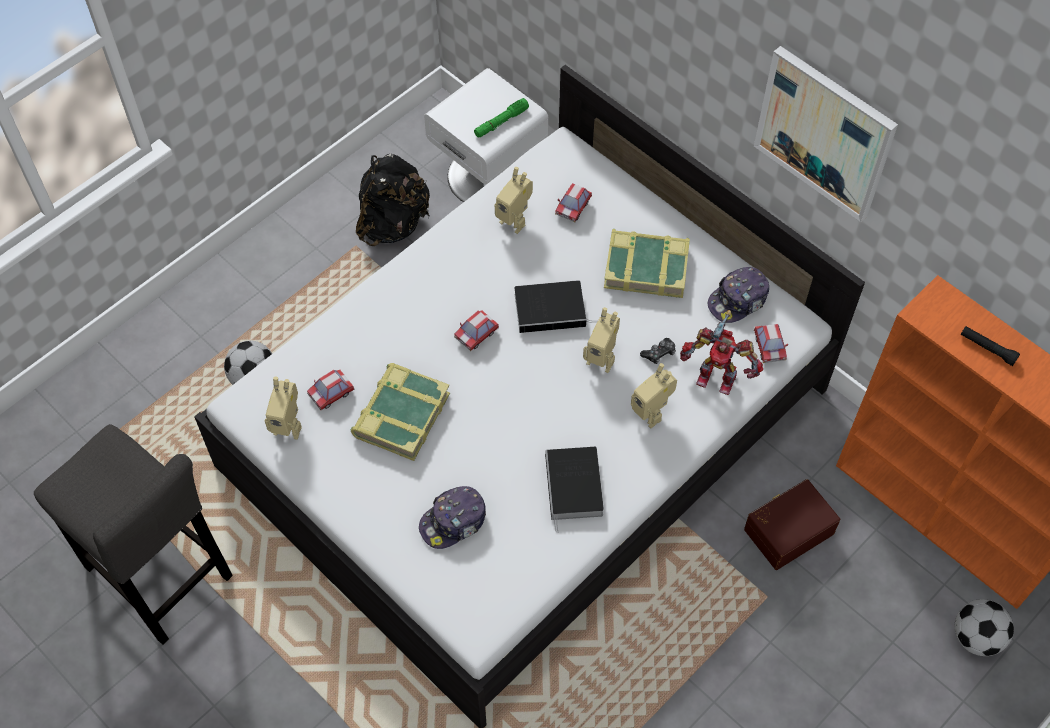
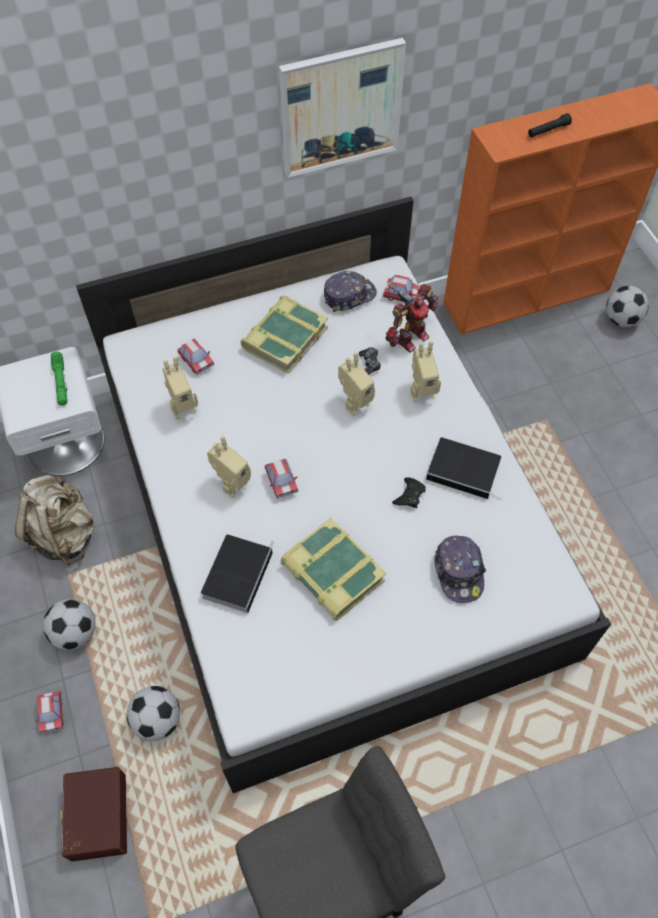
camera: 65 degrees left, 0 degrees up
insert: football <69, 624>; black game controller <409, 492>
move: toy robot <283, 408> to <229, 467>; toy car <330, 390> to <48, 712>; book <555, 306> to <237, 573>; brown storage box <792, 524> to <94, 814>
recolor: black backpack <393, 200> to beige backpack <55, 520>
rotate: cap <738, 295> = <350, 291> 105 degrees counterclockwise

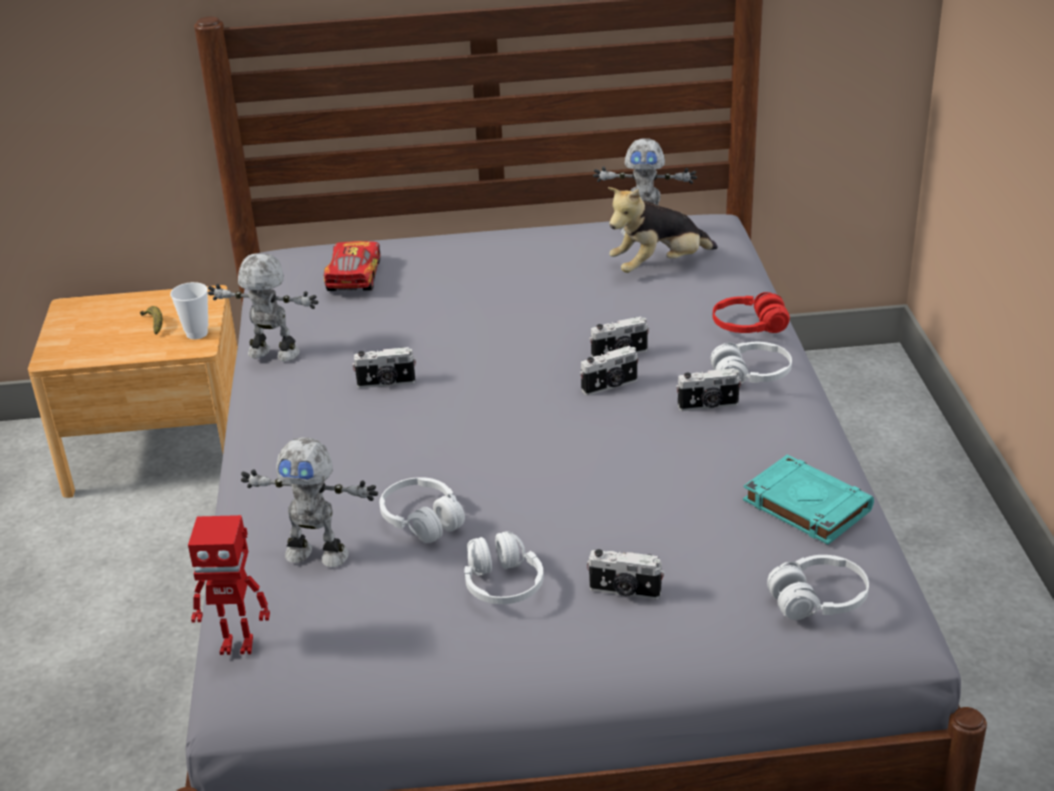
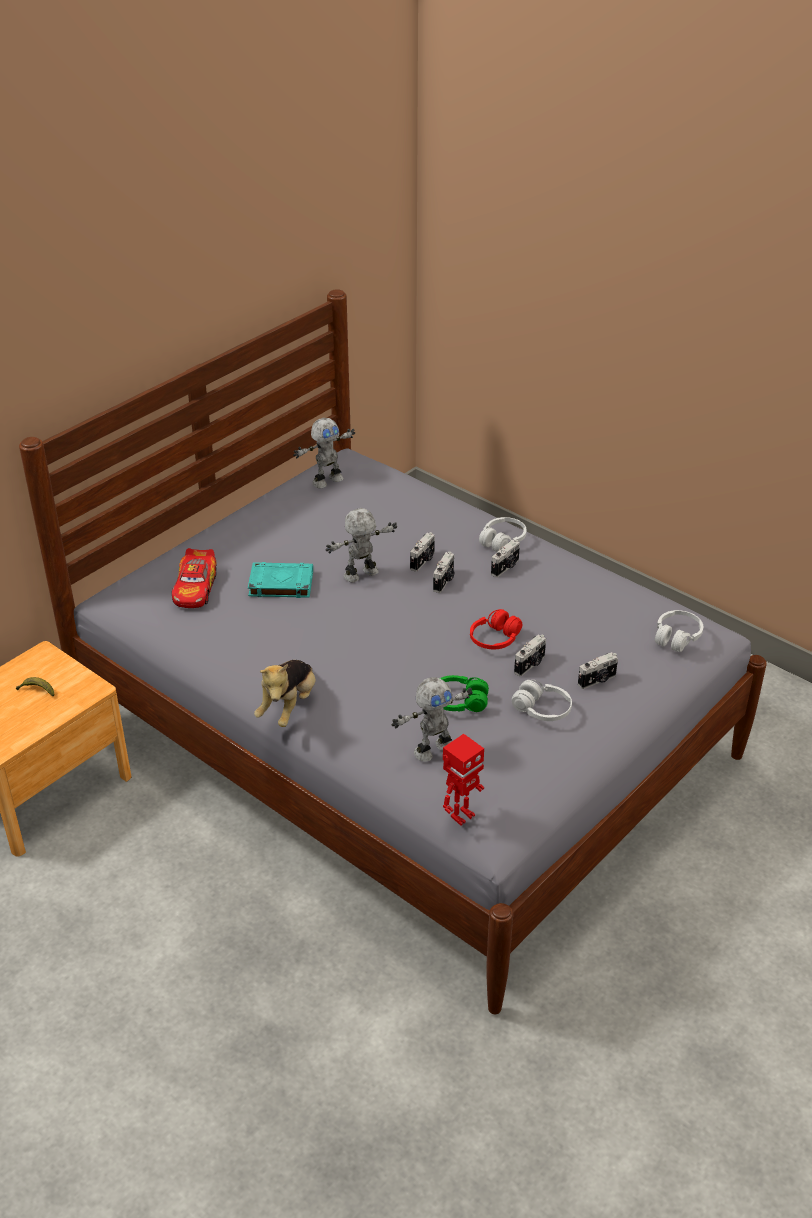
camera: 45 degrees left, 5 degrees up
delete: cup <189, 310>
move: toy robot <263, 307> to <361, 545>; photo camera <384, 367> to <530, 655>; plush toy <663, 230> to <285, 693>; red headphones <751, 312> to <496, 629>; turquoise book <808, 500> to <280, 580>
recolor: white headphones <422, 510> to green headphones <464, 693>
rotate: toy car <352, 266> = <194, 578> 135 degrees counterclockwise

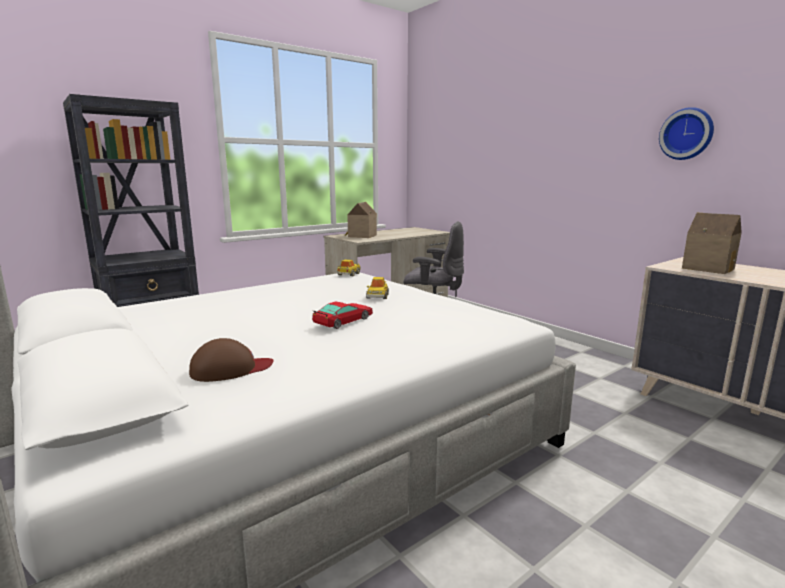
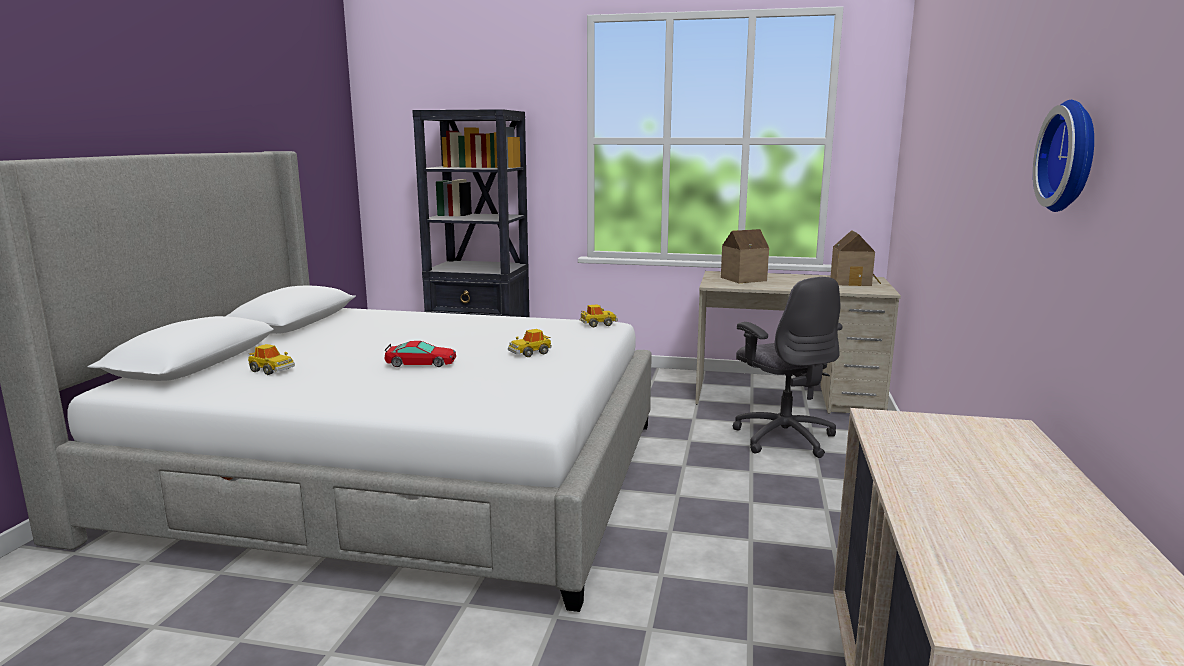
camera: 50 degrees right, 0 degrees up
move: toy house <712, 243> to <855, 258>
replace: brown cap <231, 360> to toy car <271, 359>

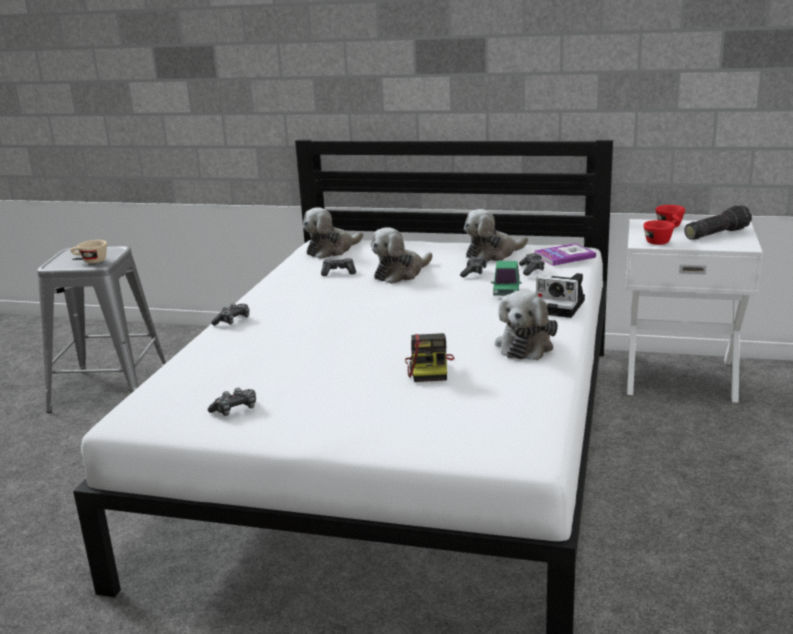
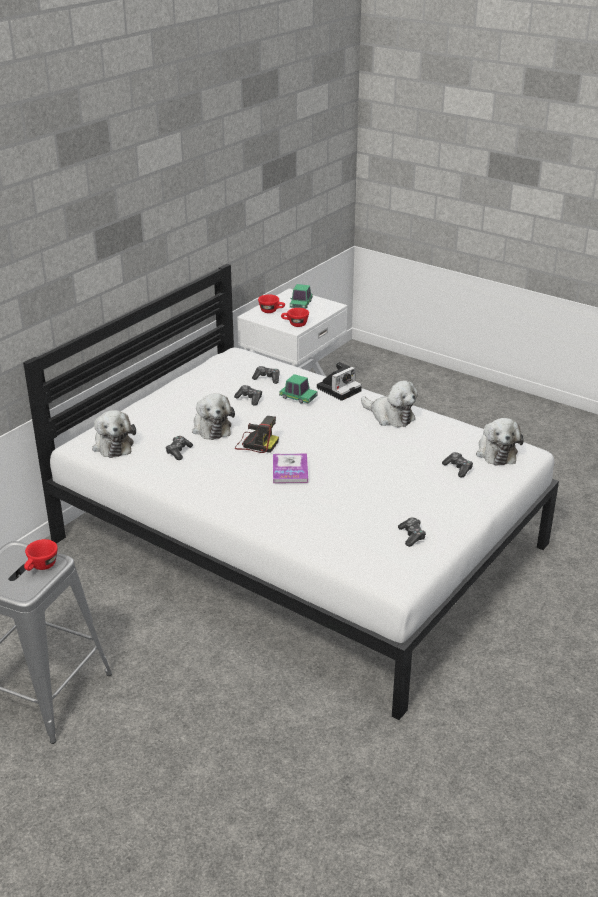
camera: 70 degrees left, 10 degrees up
move: game controller <230, 314> to <457, 464>; photo camera <430, 357> to <257, 434>; plush toy <496, 235> to <500, 442>; book <565, 254> to <290, 468>
replace: flashlight <718, 222> to toy car <301, 296>
recolor: beige cup <89, 251> to red cup <41, 555>

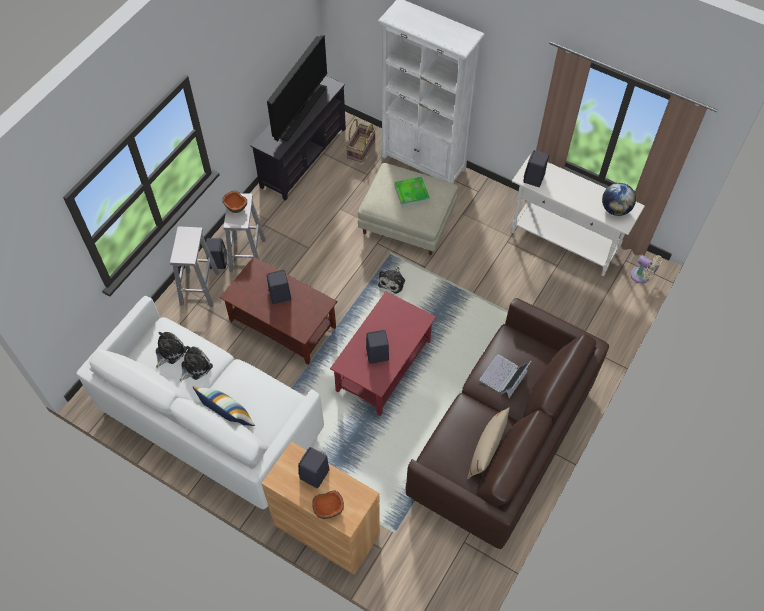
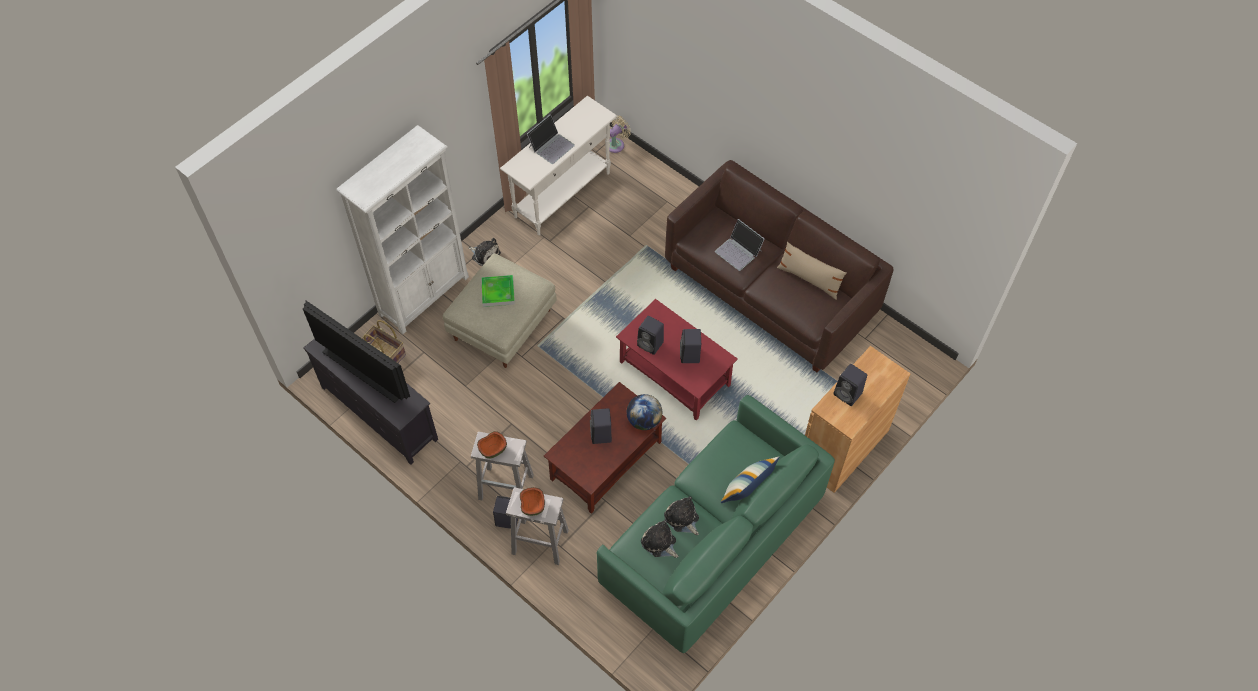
camera: 80 degrees left, 0 degrees up
insert: laptop <551, 139>
move: bowl <328, 504> to <532, 501>; plush toy <391, 280> to <484, 252>; black speaker <536, 168> to <650, 335>; globe <619, 199> to <644, 412>
recolor: white sofa <200, 402> to green sofa <716, 524>

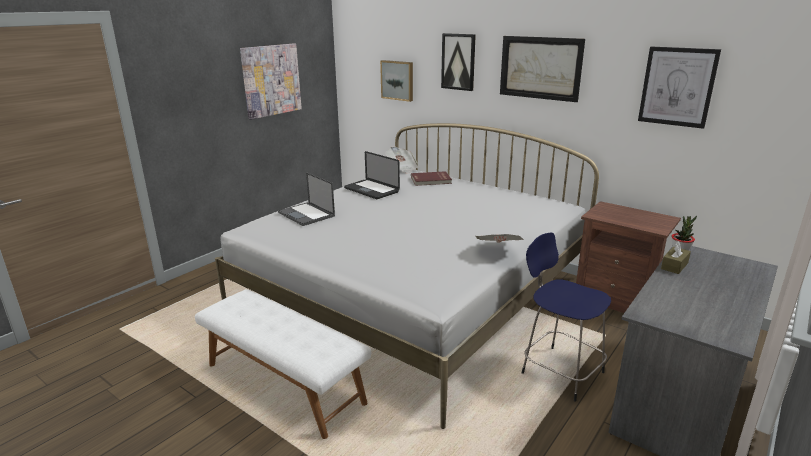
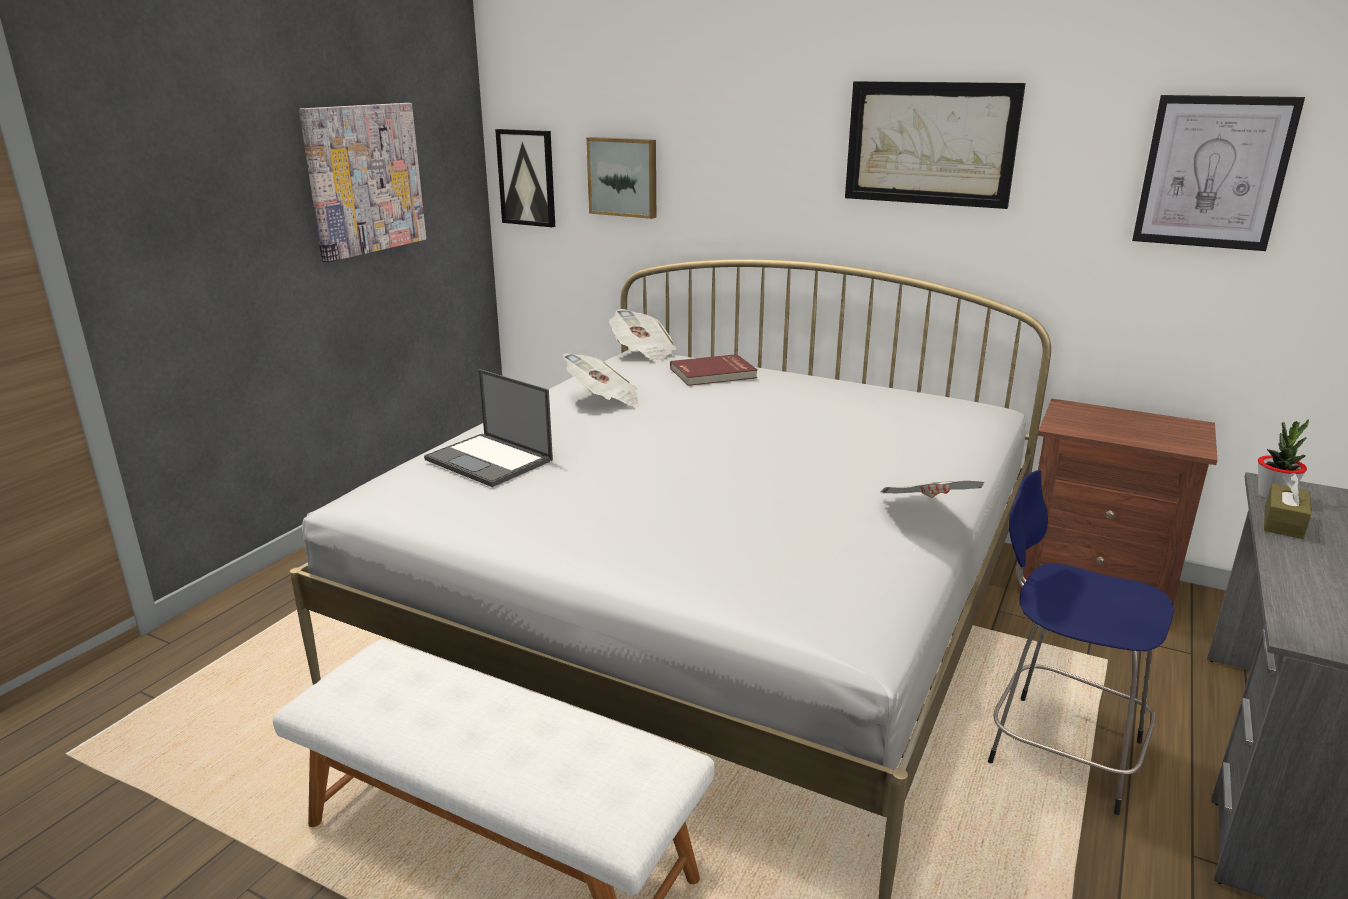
camera: 10 degrees left, 0 degrees up
move: picture <458, 62> to <525, 178>
replace: laptop <372, 175> to newspaper <601, 379>

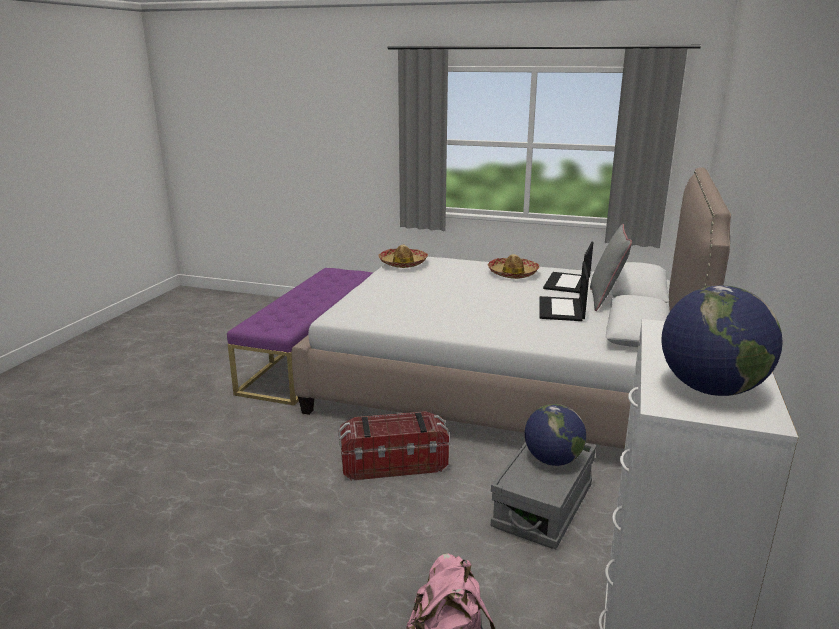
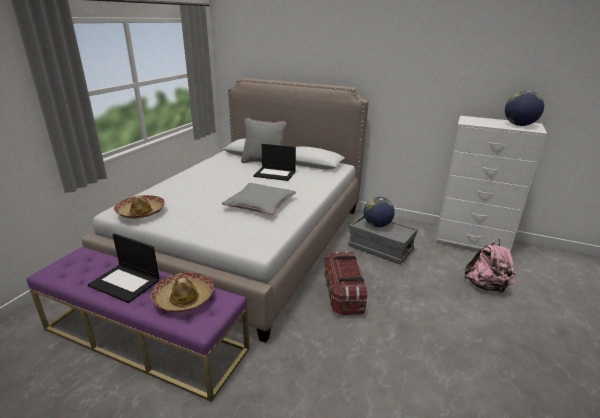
camera: 85 degrees left, 5 degrees up
insert: grey pillow <259, 199>
move: hat <513, 266> to <182, 292>; laptop <568, 267> to <123, 268>

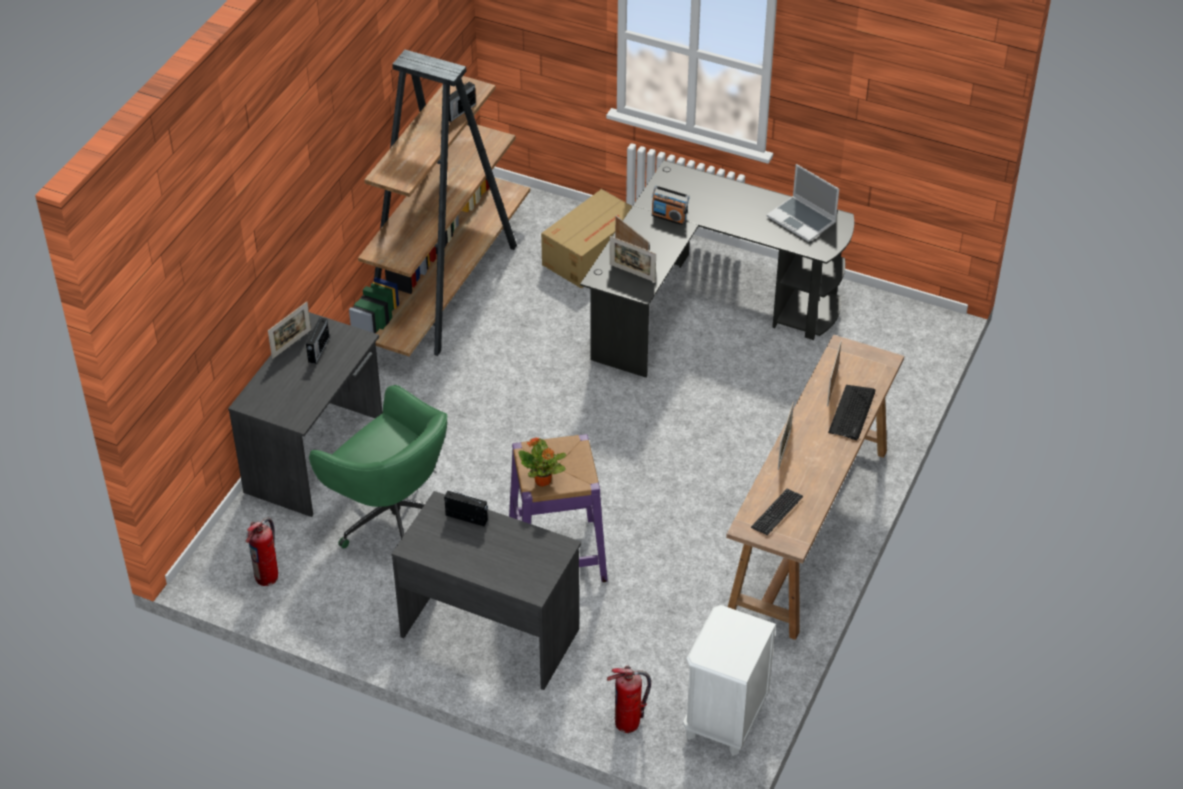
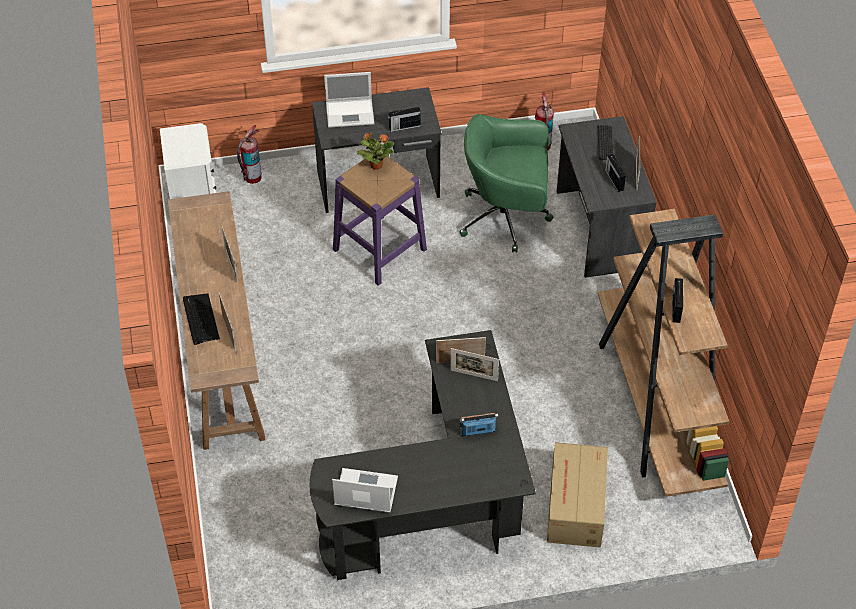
camera: 145 degrees right, 5 degrees up
insert: laptop <349, 100>
move: keyboard <777, 512> to <605, 142>

